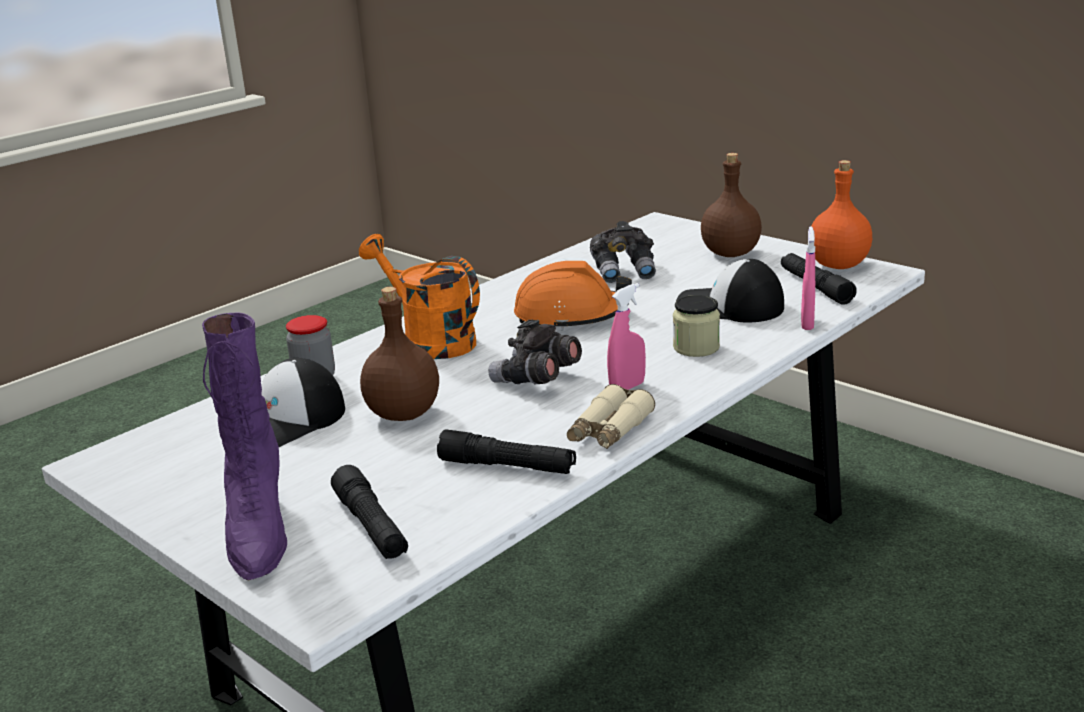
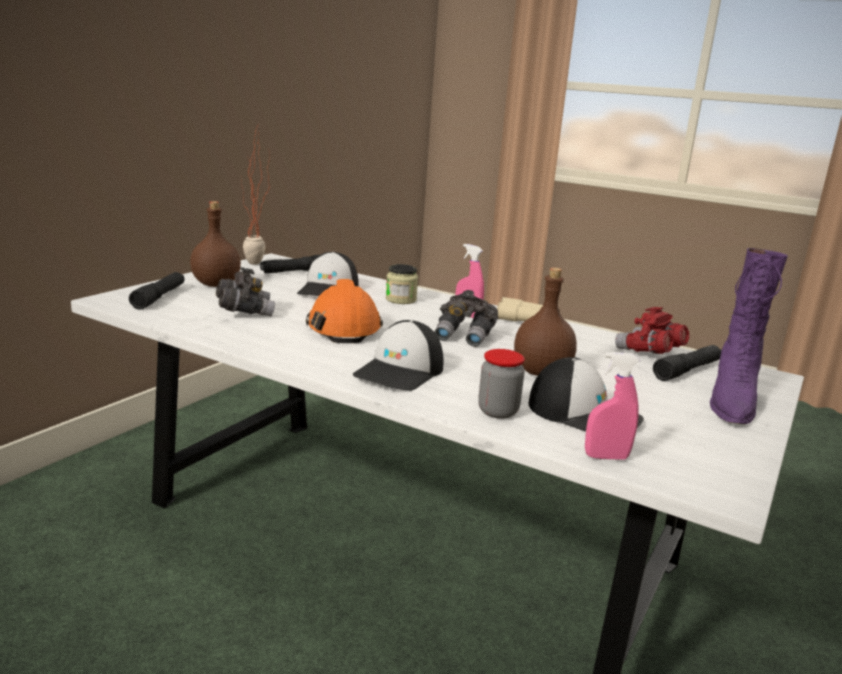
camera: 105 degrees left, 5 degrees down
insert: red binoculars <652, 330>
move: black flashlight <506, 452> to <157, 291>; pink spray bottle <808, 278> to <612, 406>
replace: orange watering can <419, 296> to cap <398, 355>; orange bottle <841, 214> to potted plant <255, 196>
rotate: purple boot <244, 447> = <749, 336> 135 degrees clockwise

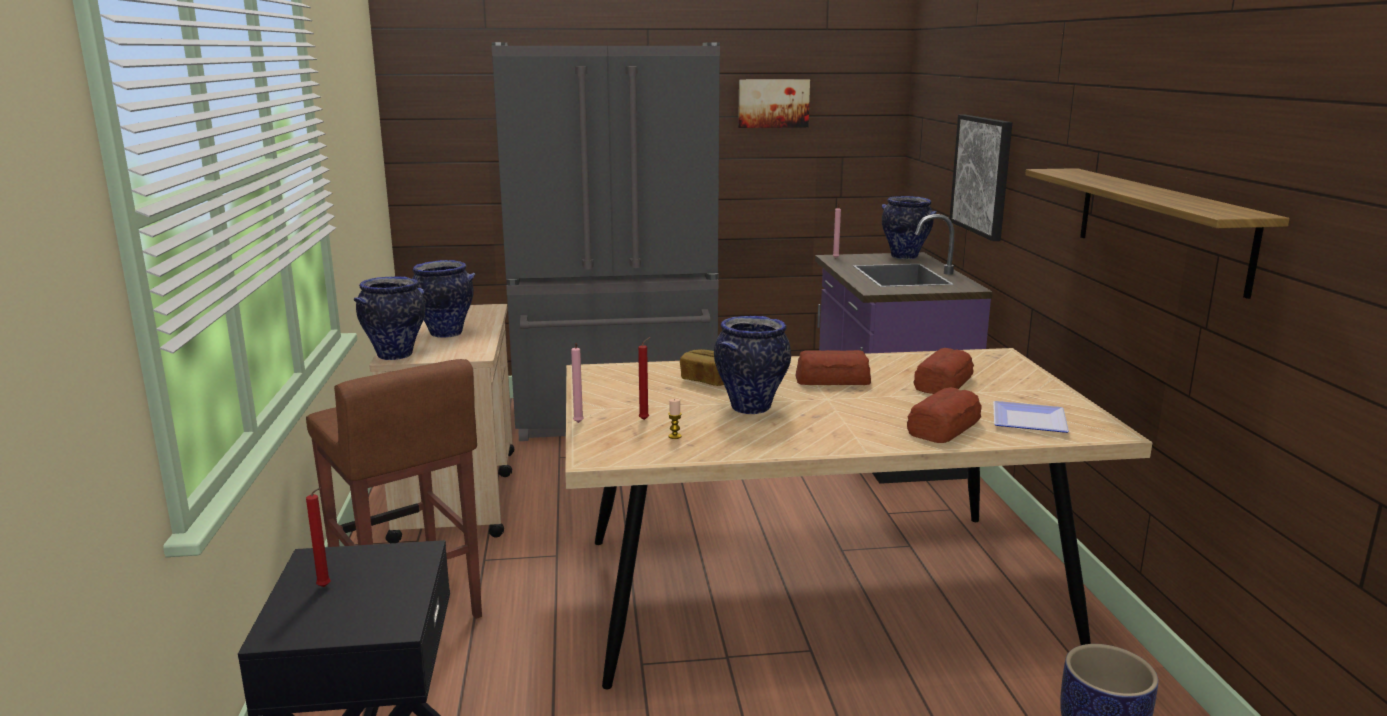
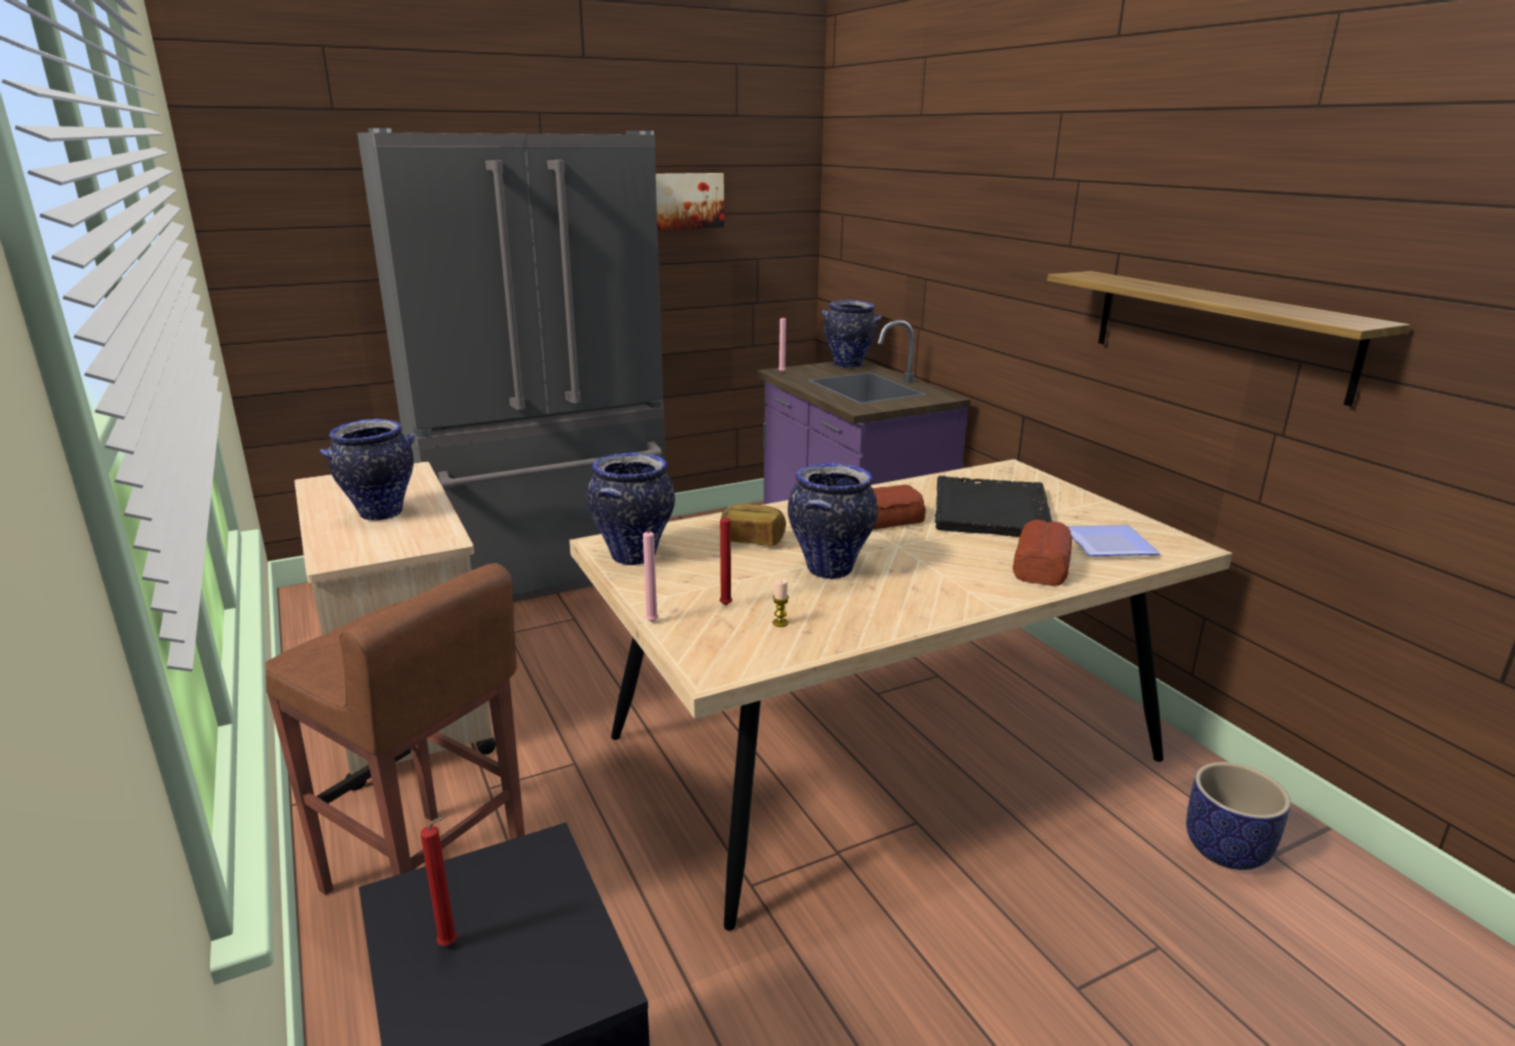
camera: 20 degrees left, 5 degrees up
delete: picture <980, 178>
move: vase <390, 318> to <631, 508>
replace: bread <943, 371> to black tray <993, 506>

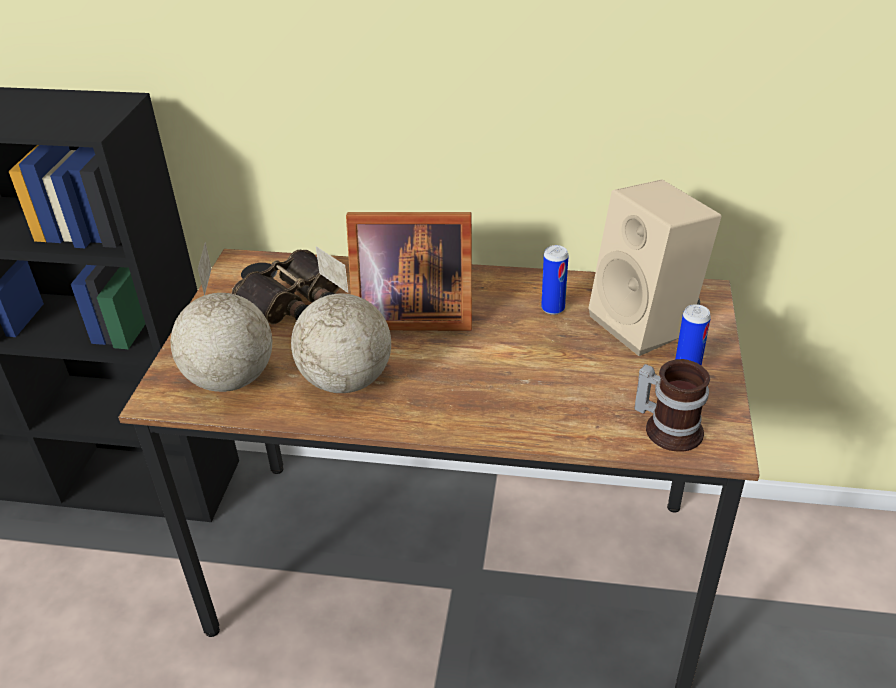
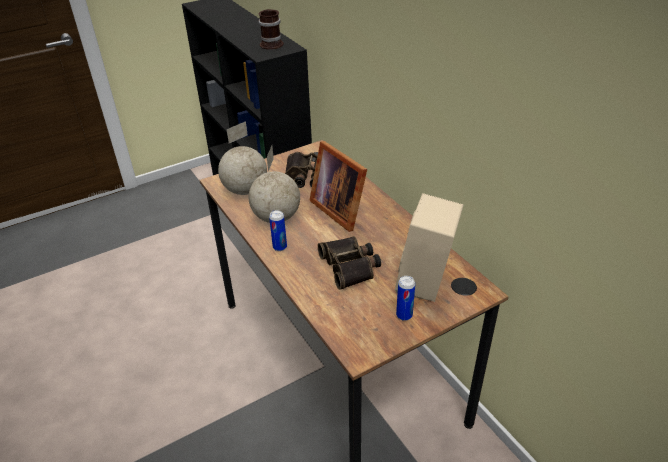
camera: 50 degrees right, 0 degrees up
insert: binoculars <349, 263>
move: can <555, 280> to <278, 230>; mug <672, 405> to <271, 29>

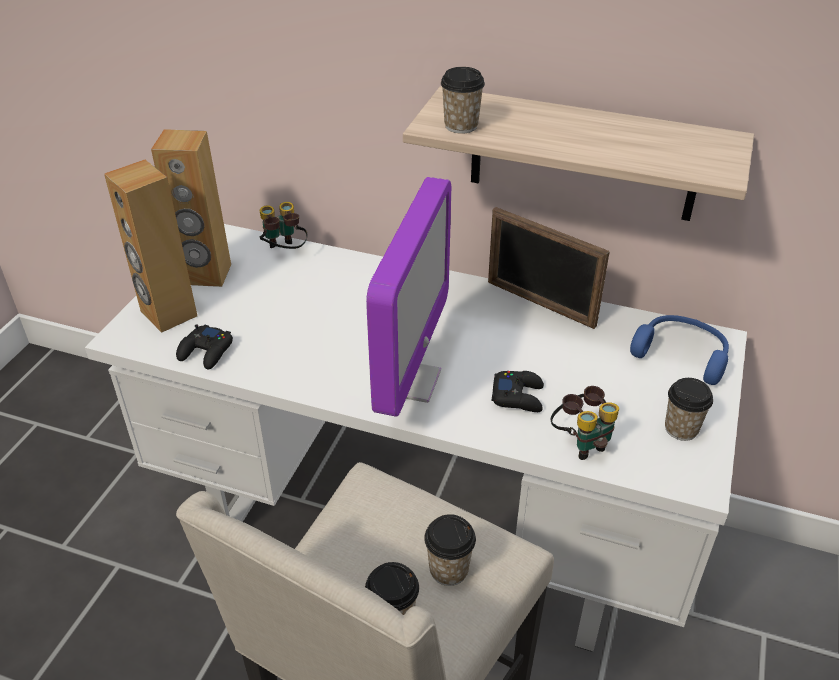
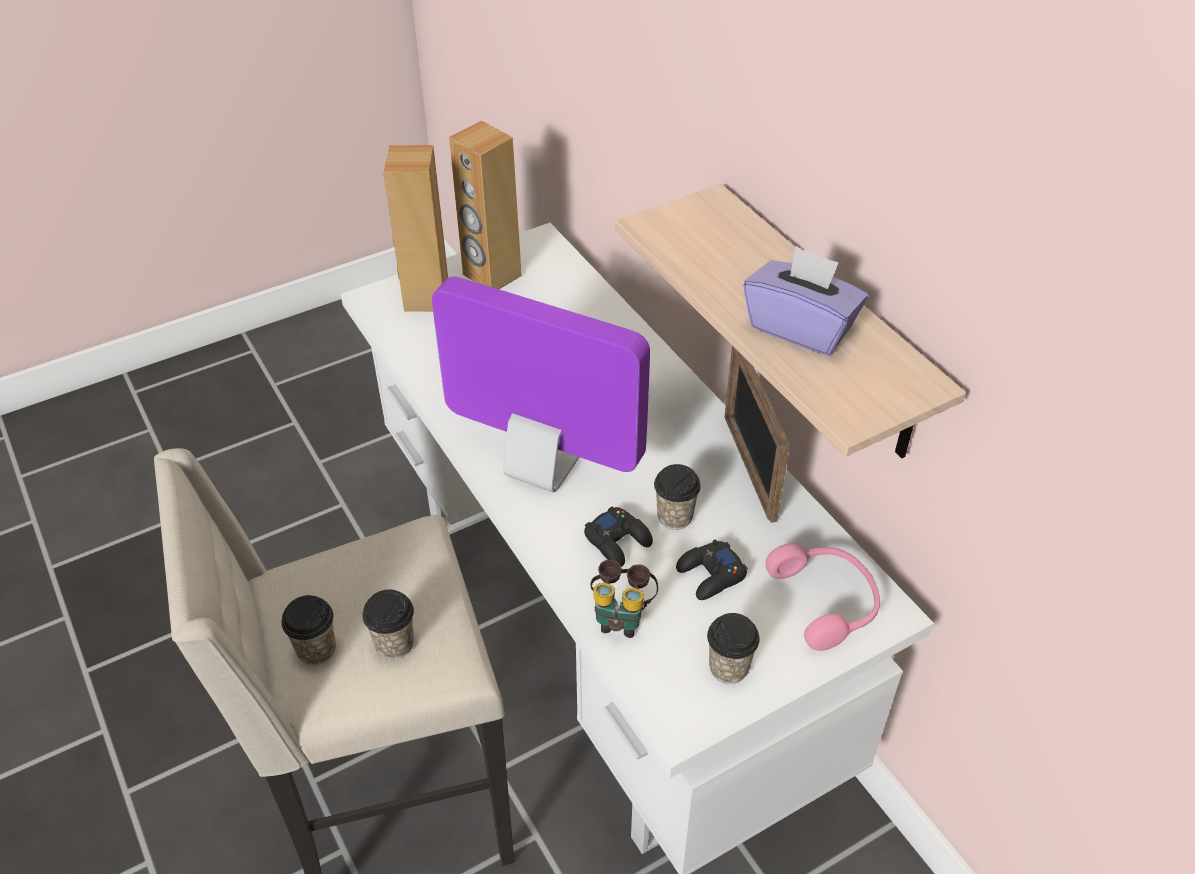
camera: 40 degrees right, 5 degrees up
delete: binoculars <283, 225>
insert: purple tissue box <805, 300>
move: black game controller <204, 346> to <712, 570>; cup <463, 100> to <677, 497>
recolor: blue headphones <679, 350> to pink headphones <822, 597>
rotate: monitor <408, 297> = <541, 384> 120 degrees counterclockwise

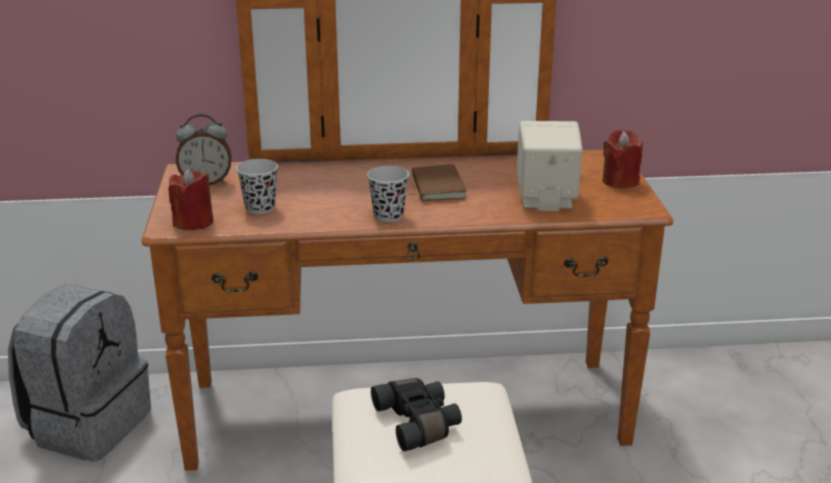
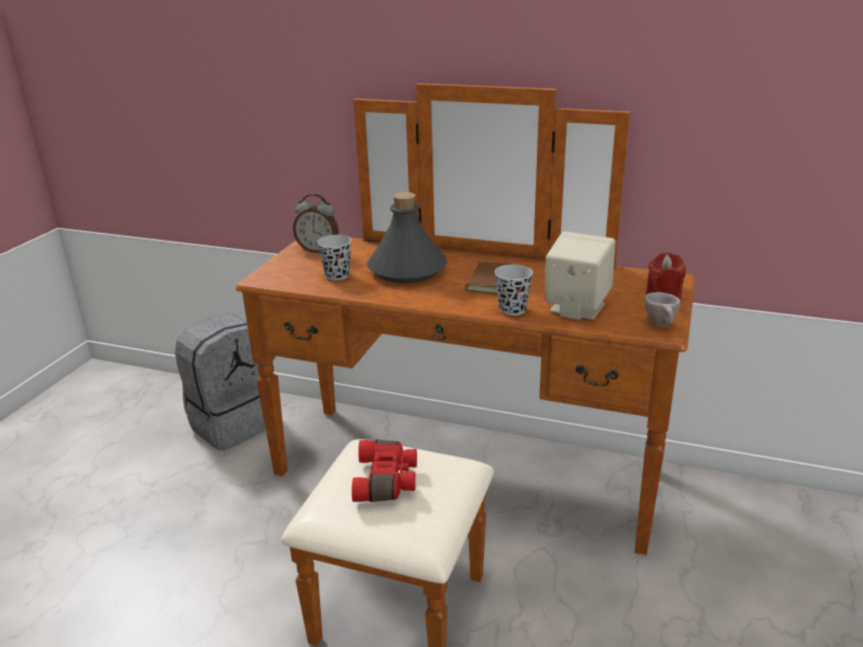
camera: 25 degrees right, 0 degrees up
delete: red candle <190, 199>
insert: grey bottle <407, 237>; beige cup <663, 309>
move: black cup <388, 194> to <514, 290>
recolor: black binoculars <416, 414> to red binoculars <384, 471>

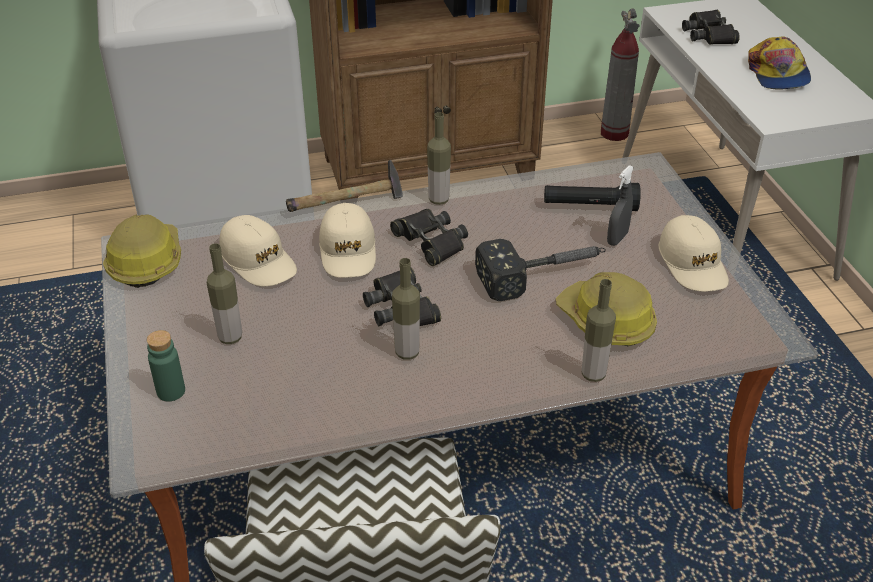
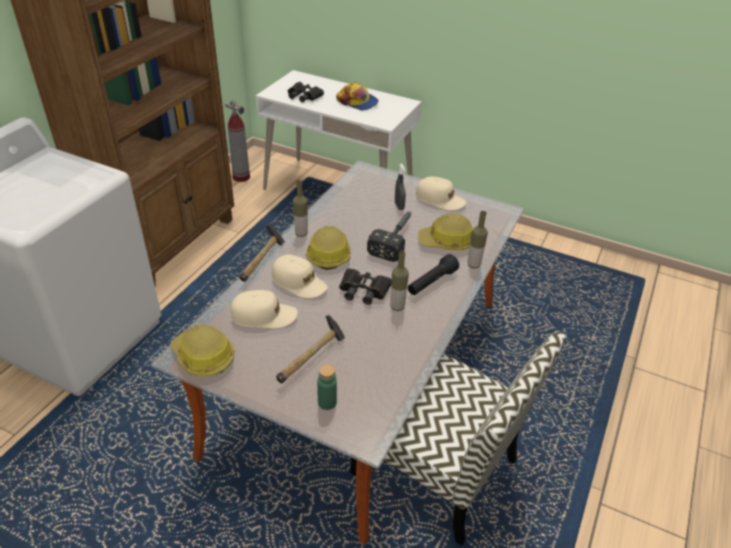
camera: 50 degrees left, 0 degrees up
move: black flashlight <592, 197> to <433, 274>
replace: bottle <224, 293> to hammer <310, 349>; black binoculars <429, 237> to hard hat <328, 248>

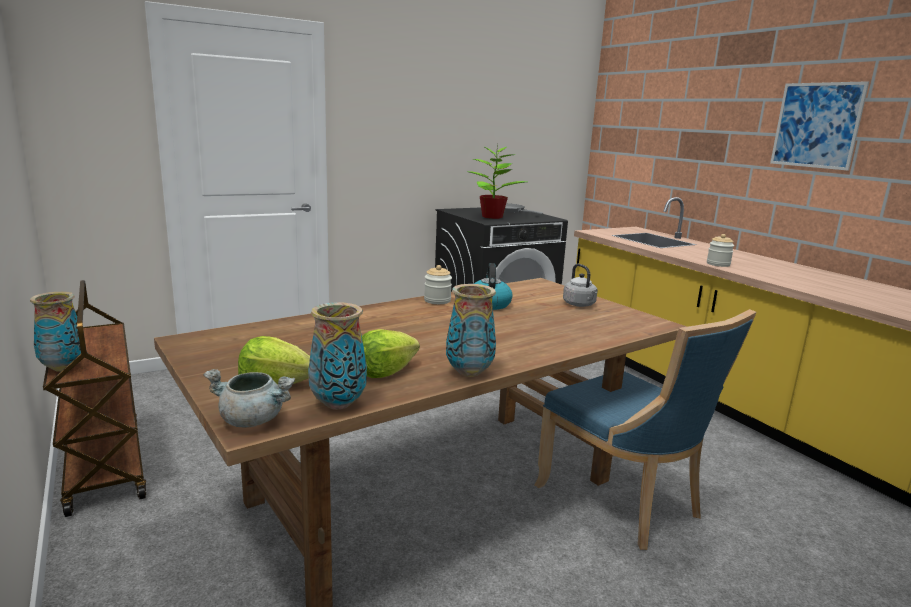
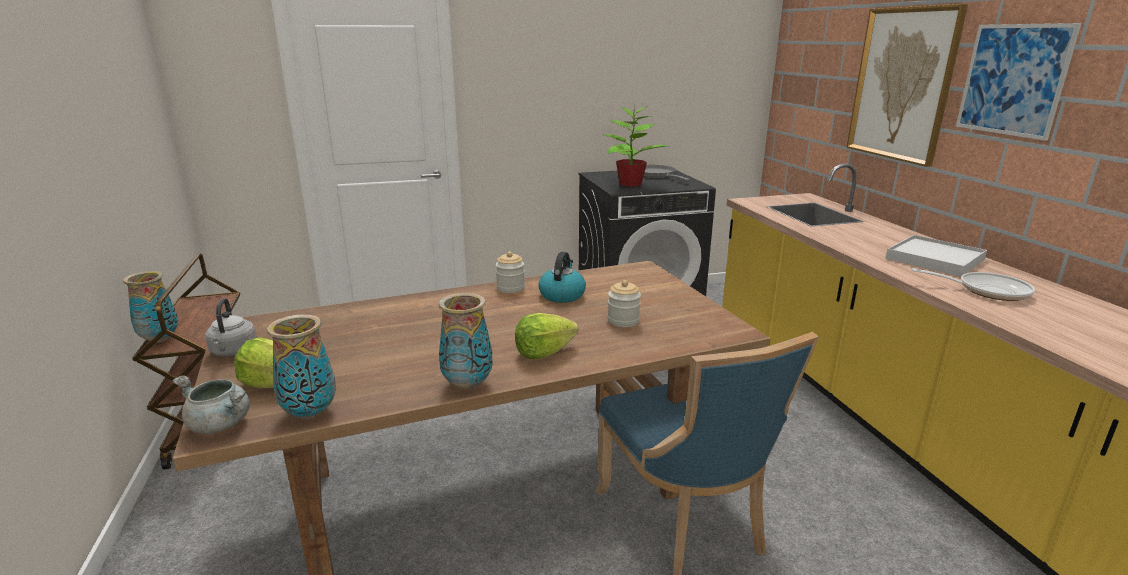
camera: 15 degrees right, 5 degrees up
insert: picture <907, 85>; white tray <936, 256>; frying pan <973, 284>
move: lettuce <391, 353> to <547, 336>; grey kettle <580, 285> to <231, 327>; jar <720, 250> to <624, 303>

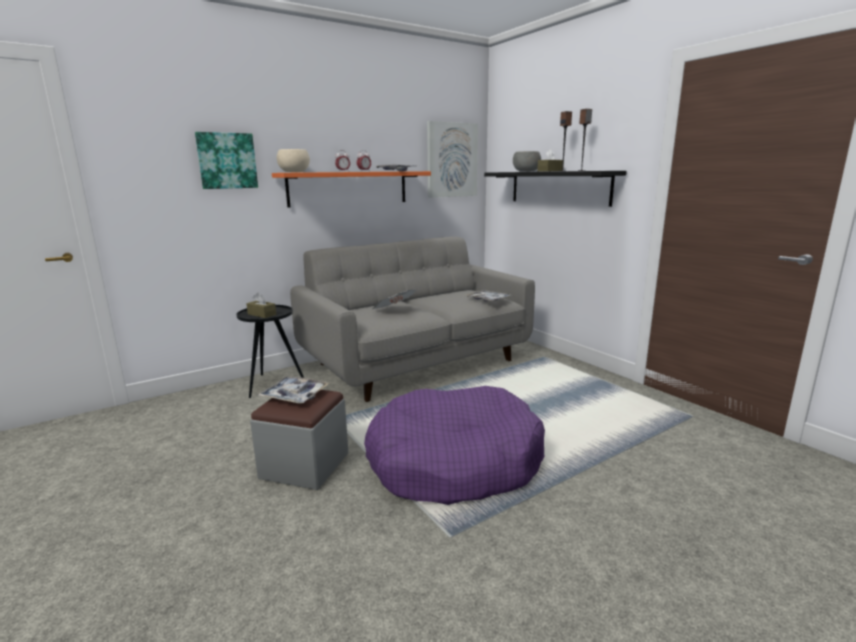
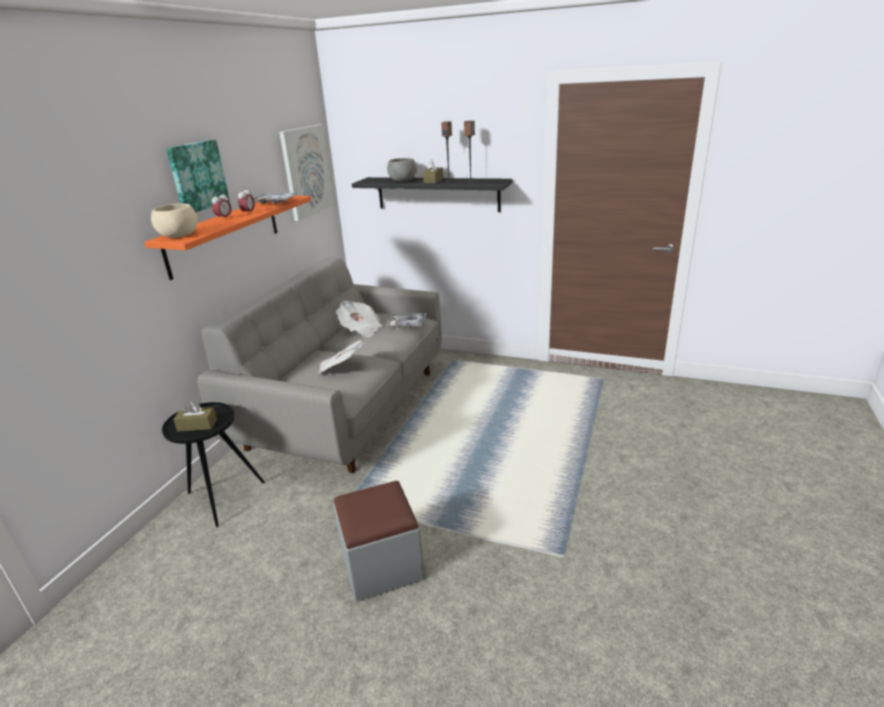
camera: 35 degrees left, 10 degrees up
delete: tray <294, 389>; purple dog bed <454, 445>
insert: newspaper <359, 319>
move: picture <226, 160> to <198, 176>

